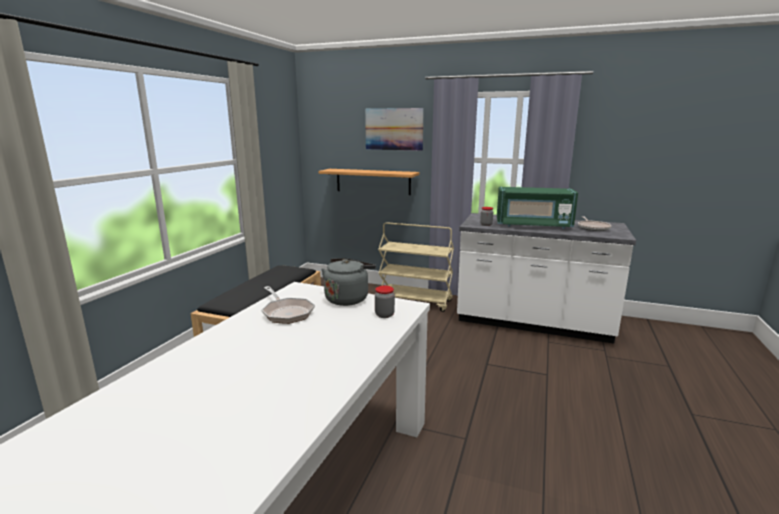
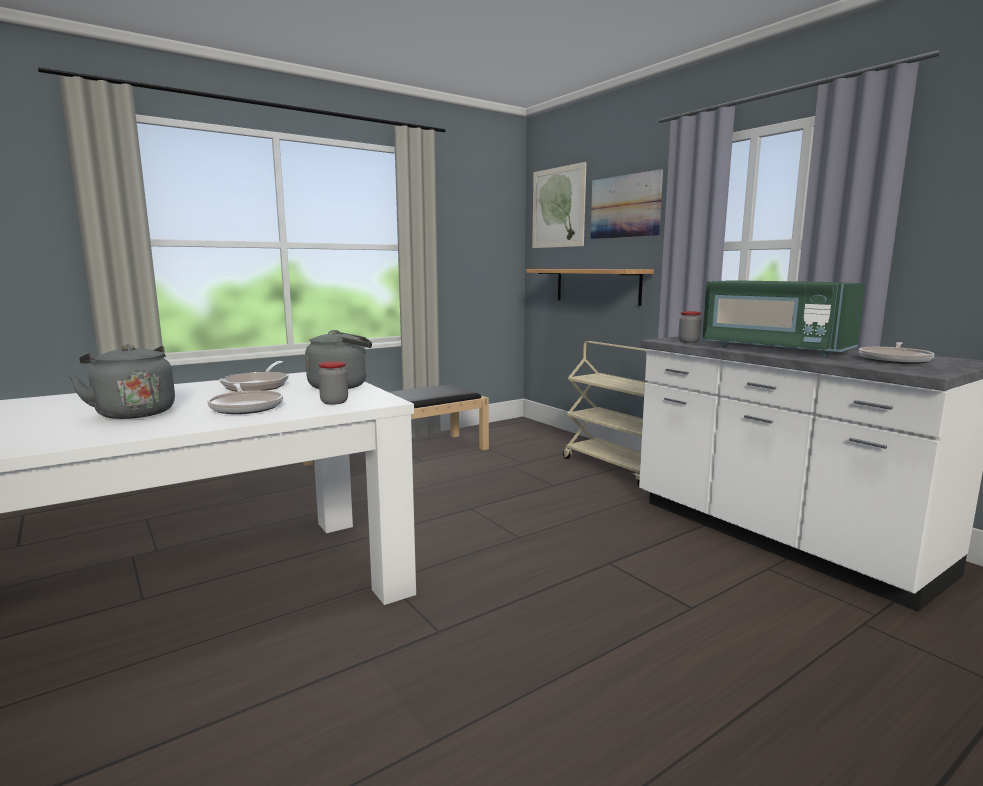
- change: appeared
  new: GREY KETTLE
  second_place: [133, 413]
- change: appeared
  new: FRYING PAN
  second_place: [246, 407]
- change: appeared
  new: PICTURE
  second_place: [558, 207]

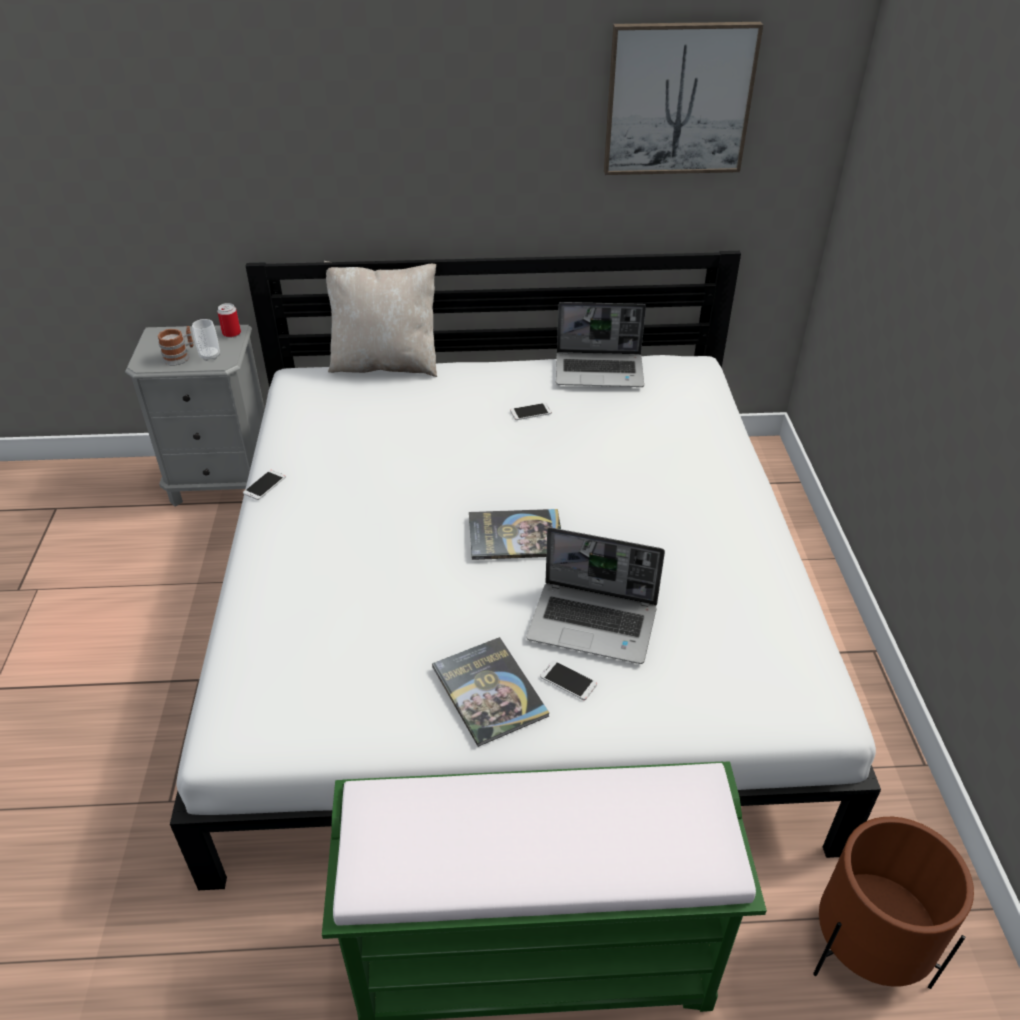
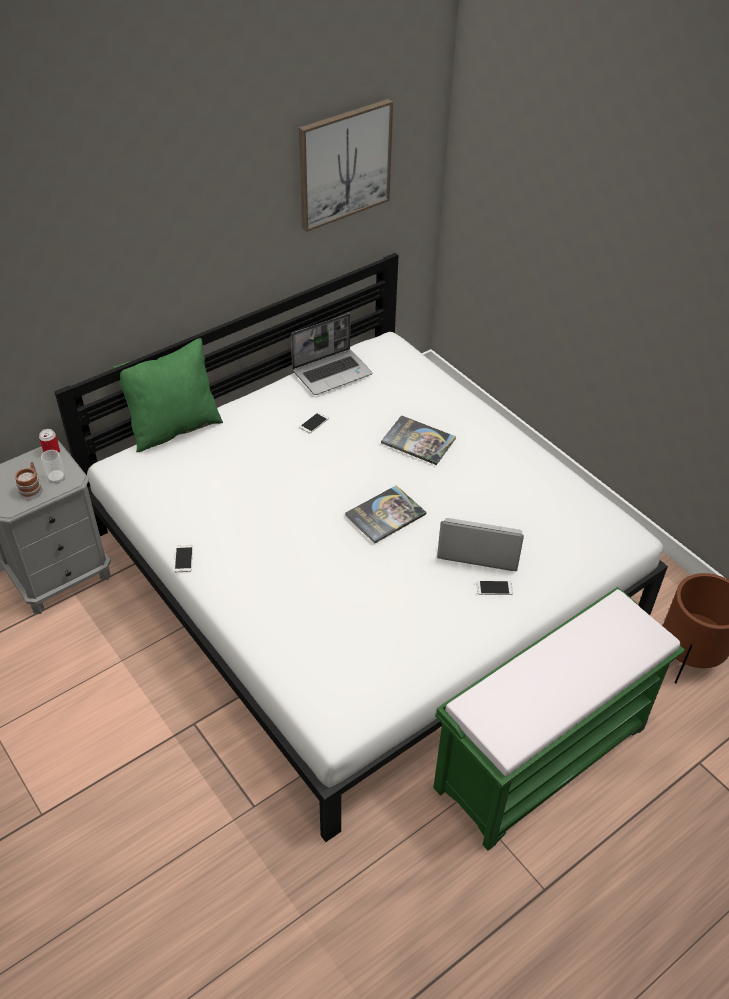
- change: colour
  old: BEIGE PILLOW
  new: GREEN PILLOW
  first_place: [386, 364]
  second_place: [174, 427]
- change: relocated
  old: BOOK
  first_place: [489, 691]
  second_place: [418, 441]
- change: spun
  old: LAPTOP
  first_place: [594, 623]
  second_place: [478, 547]
  degrees: -150

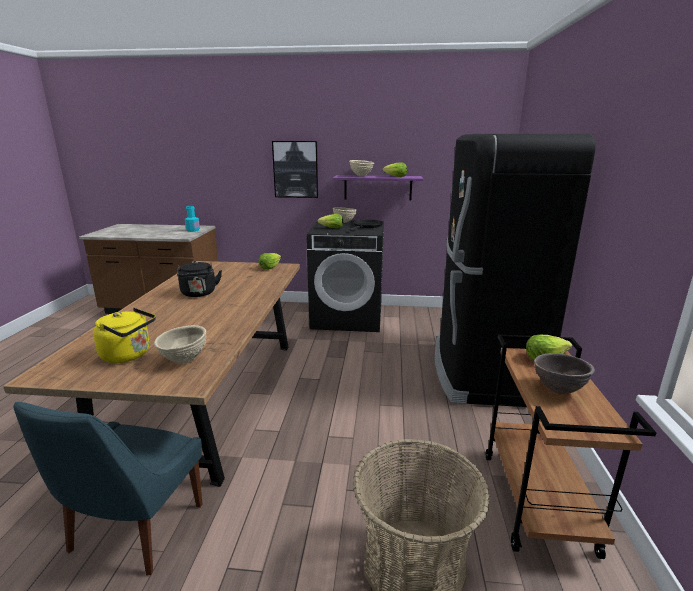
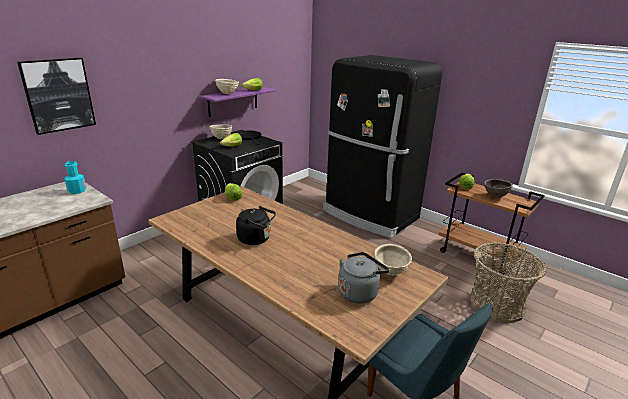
- change: colour
  old: YELLOW KETTLE
  new: GREY KETTLE
  first_place: [129, 355]
  second_place: [359, 292]
- change: relocated
  old: PICTURE
  first_place: [295, 169]
  second_place: [58, 95]

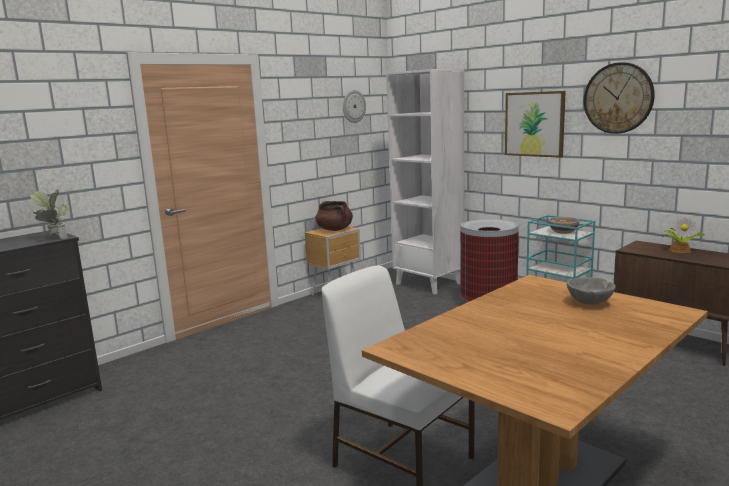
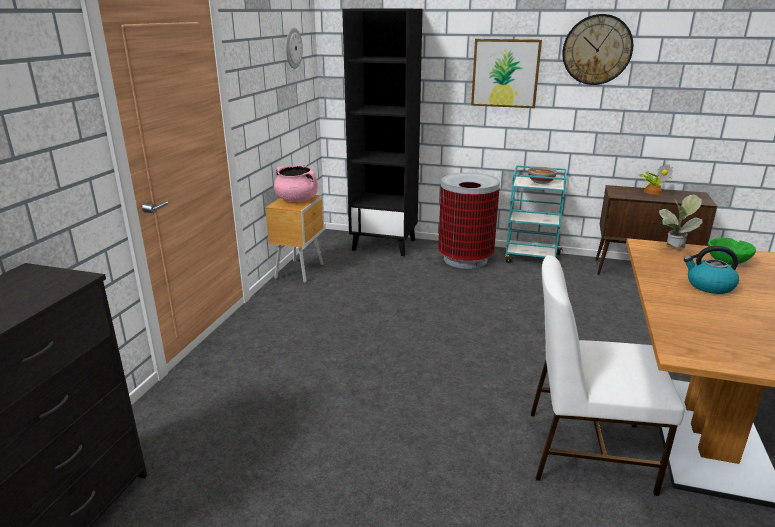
- change: relocated
  old: POTTED PLANT
  first_place: [55, 238]
  second_place: [672, 249]
- change: colour
  old: BROWN COOKING POT
  new: PINK COOKING POT
  first_place: [335, 230]
  second_place: [297, 200]
- change: colour
  old: WHITE BOOKCASE
  new: BLACK BOOKCASE
  first_place: [429, 283]
  second_place: [384, 244]
- change: colour
  old: GREY BOWL
  new: GREEN BOWL
  first_place: [590, 303]
  second_place: [727, 262]
- change: appeared
  new: KETTLE
  second_place: [709, 286]

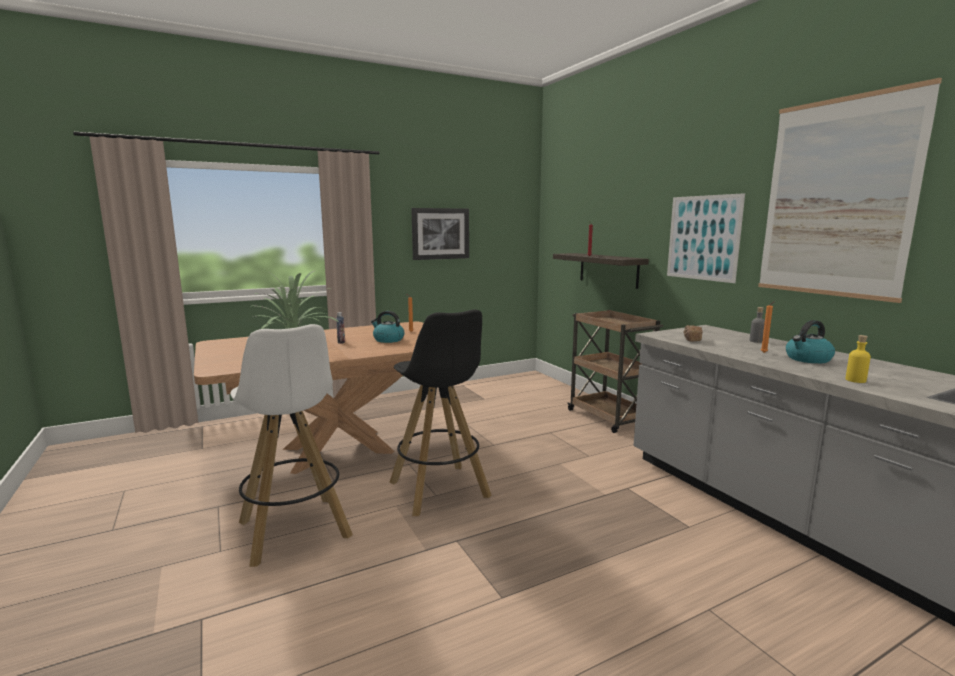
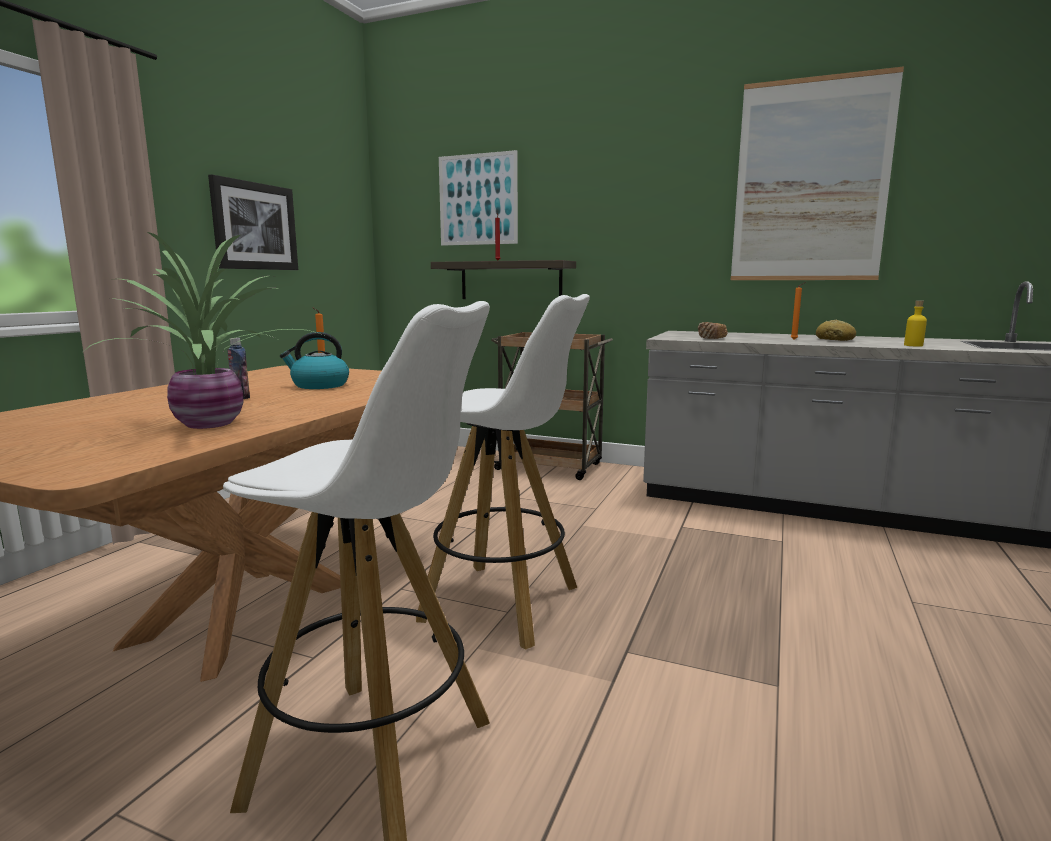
- change: colour
  old: BLACK STOOL
  new: WHITE STOOL
  first_place: [440, 490]
  second_place: [503, 604]
- change: relocated
  old: PICTURE
  first_place: [703, 238]
  second_place: [478, 199]
- change: missing
  old: GREY BOTTLE
  first_place: [756, 341]
- change: exchanged
  old: KETTLE
  new: BREAD
  first_place: [808, 359]
  second_place: [835, 340]

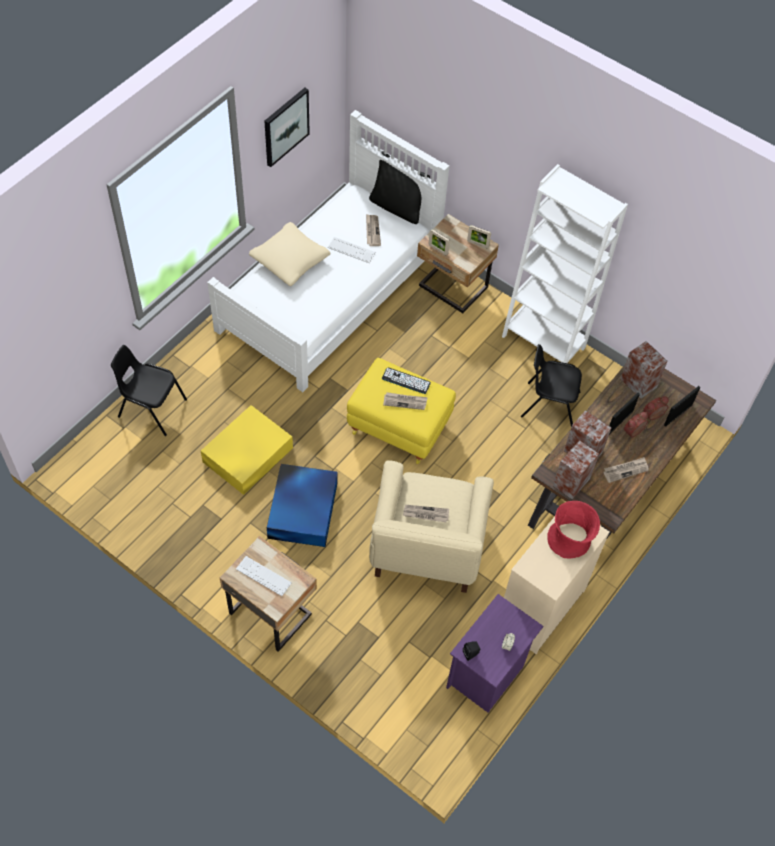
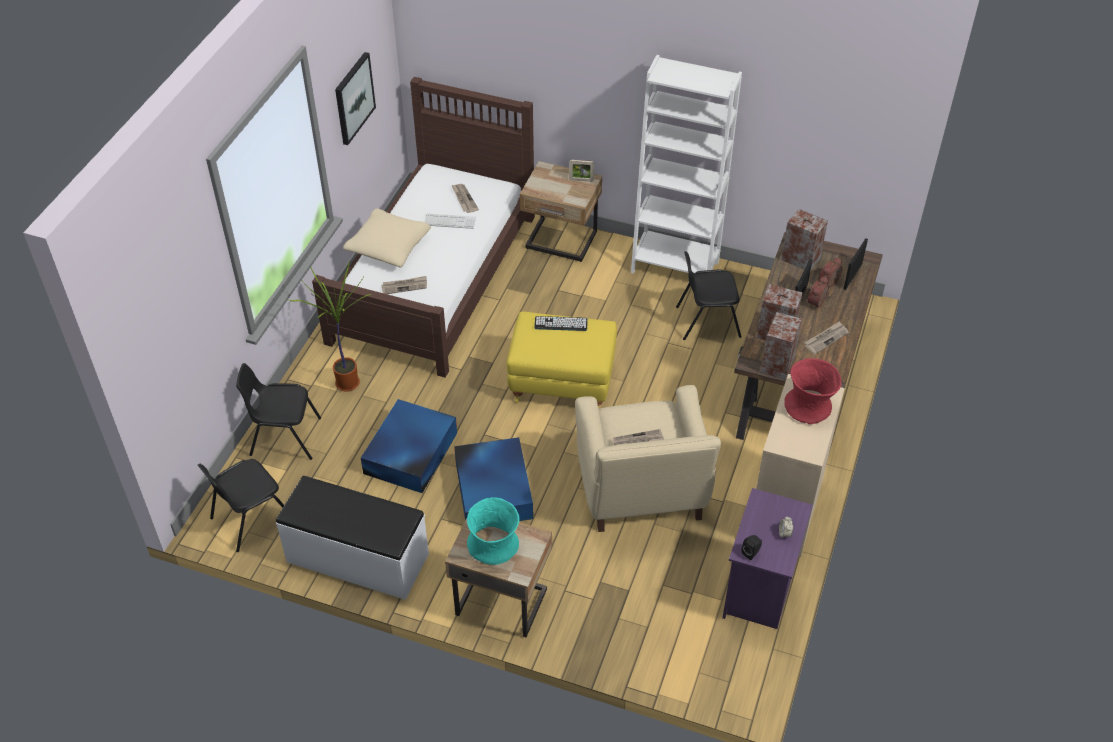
- change: colour
  old: YELLOW STORAGE BOX
  new: BLUE STORAGE BOX
  first_place: [246, 455]
  second_place: [409, 454]
- change: colour
  old: WHITE BED
  new: BROWN BED
  first_place: [330, 292]
  second_place: [434, 277]
- change: exchanged
  old: KEYBOARD
  new: TURQUOISE VASE
  first_place: [263, 576]
  second_place: [493, 546]
- change: missing
  old: BLACK PILLOW
  first_place: [397, 207]
- change: relocated
  old: NEWSPAPER
  first_place: [405, 401]
  second_place: [404, 286]
- change: missing
  old: PICTURE FRAME
  first_place: [438, 250]
- change: appeared
  new: BLACK CHAIR
  second_place: [251, 518]
- change: appeared
  new: WHITE BENCH
  second_place: [357, 559]
- change: appeared
  new: POTTED PLANT
  second_place: [345, 383]

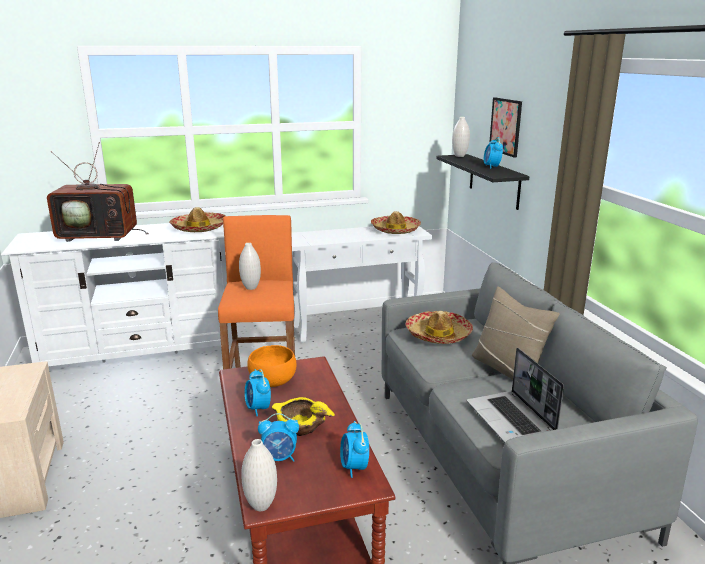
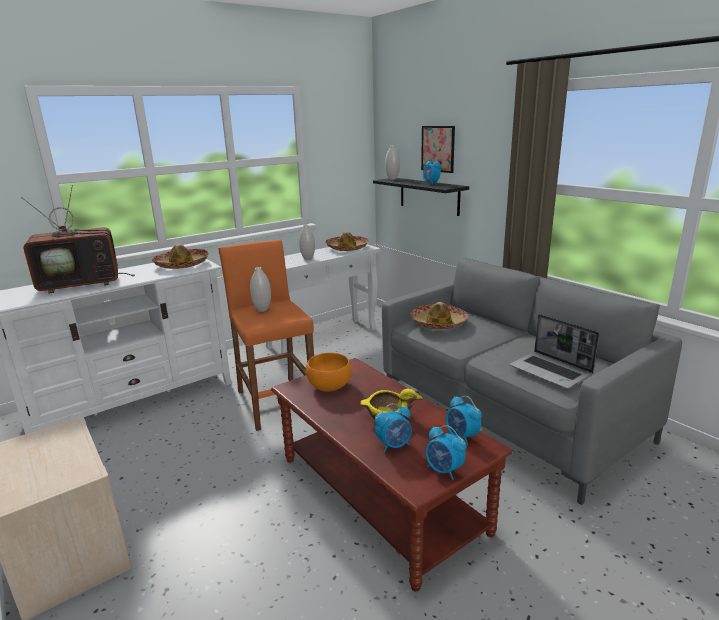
- change: relocated
  old: WHITE VASE
  first_place: [261, 505]
  second_place: [308, 259]
- change: relocated
  old: ALARM CLOCK
  first_place: [258, 409]
  second_place: [444, 470]
- change: missing
  old: BEIGE PILLOW
  first_place: [508, 370]

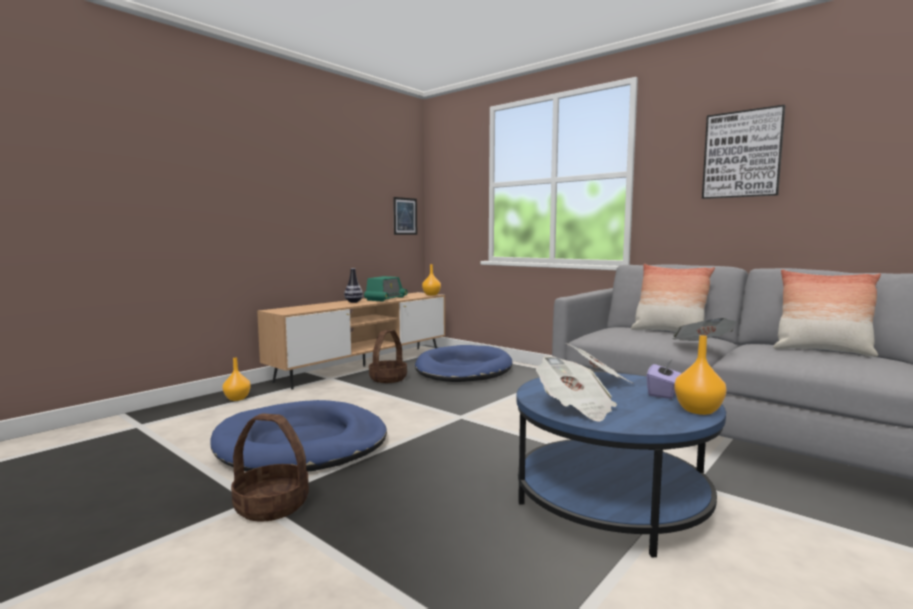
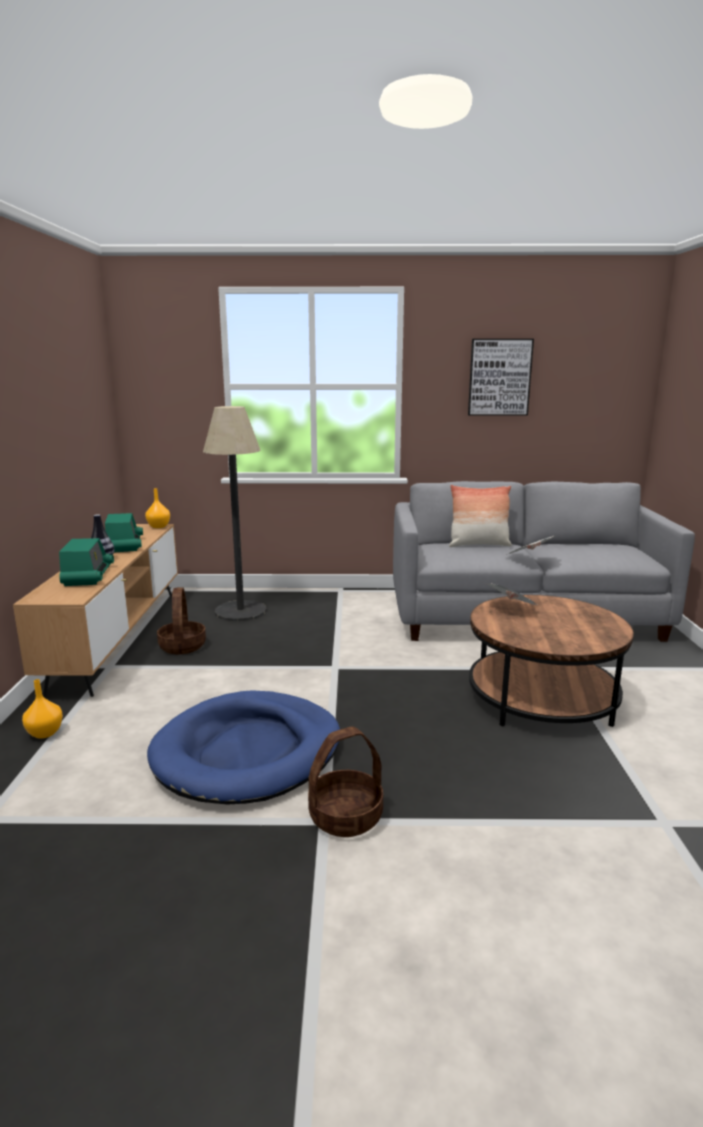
- change: missing
  old: PICTURE
  first_place: [405, 216]
- change: exchanged
  old: BLUE DOG BED
  new: FLOOR LAMP
  first_place: [463, 369]
  second_place: [240, 611]
- change: colour
  old: BLUE COFFEE TABLE
  new: BROWN COFFEE TABLE
  first_place: [611, 499]
  second_place: [541, 698]
- change: missing
  old: NEWSPAPER
  first_place: [575, 408]
- change: missing
  old: PURPLE TISSUE BOX
  first_place: [663, 393]
- change: missing
  old: ORANGE VASE
  first_place: [699, 410]
- change: missing
  old: PILLOW
  first_place: [822, 351]
- change: appeared
  new: RADIO
  second_place: [88, 576]

